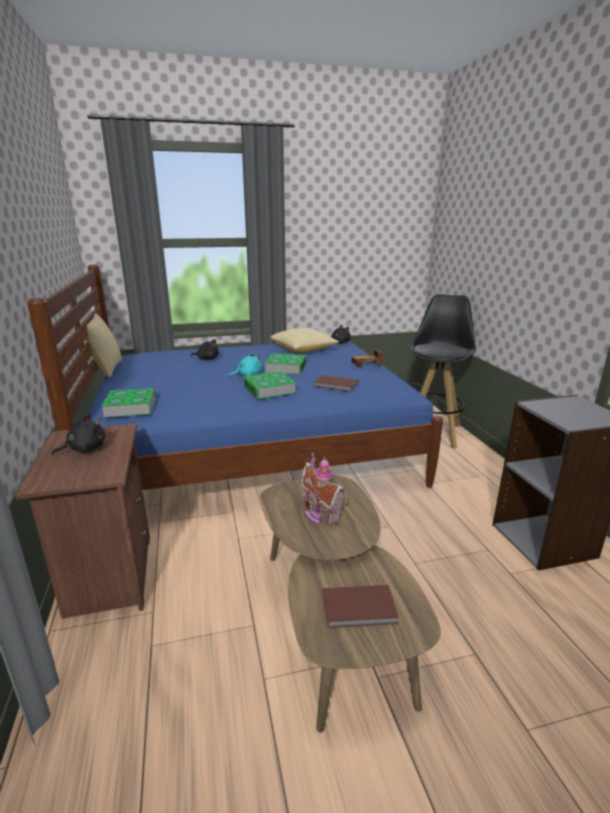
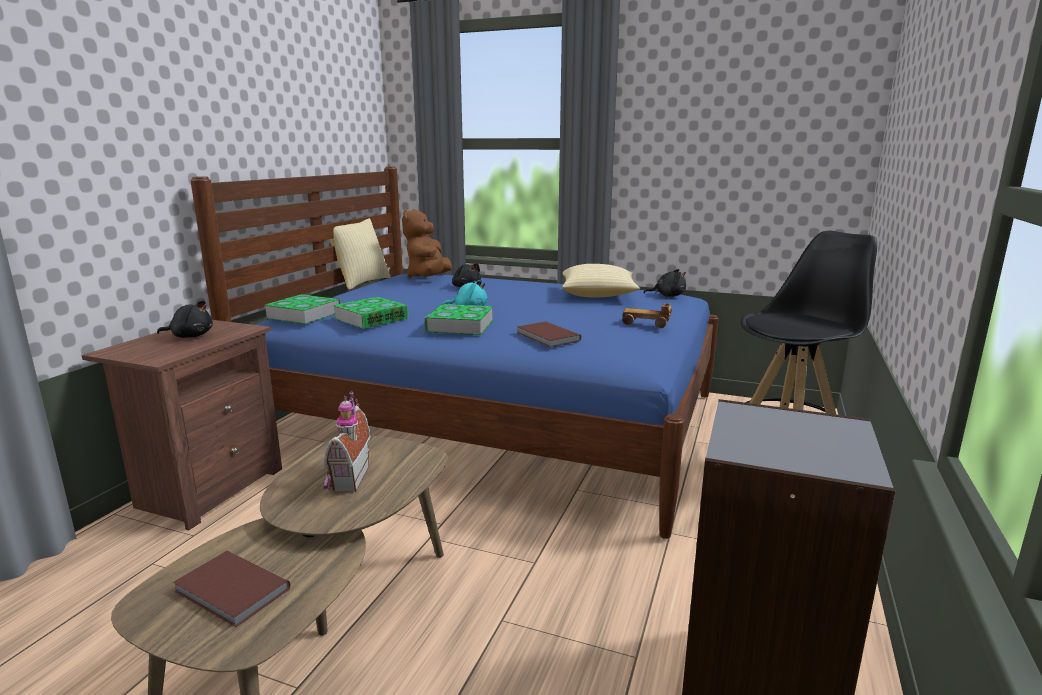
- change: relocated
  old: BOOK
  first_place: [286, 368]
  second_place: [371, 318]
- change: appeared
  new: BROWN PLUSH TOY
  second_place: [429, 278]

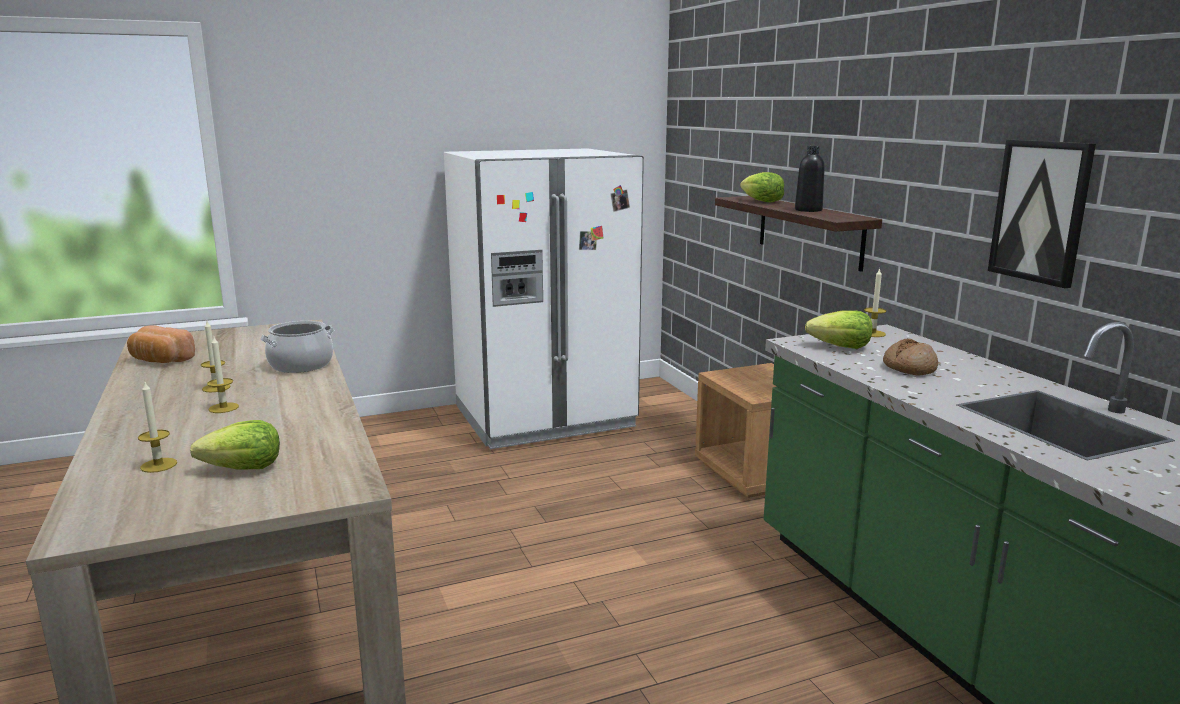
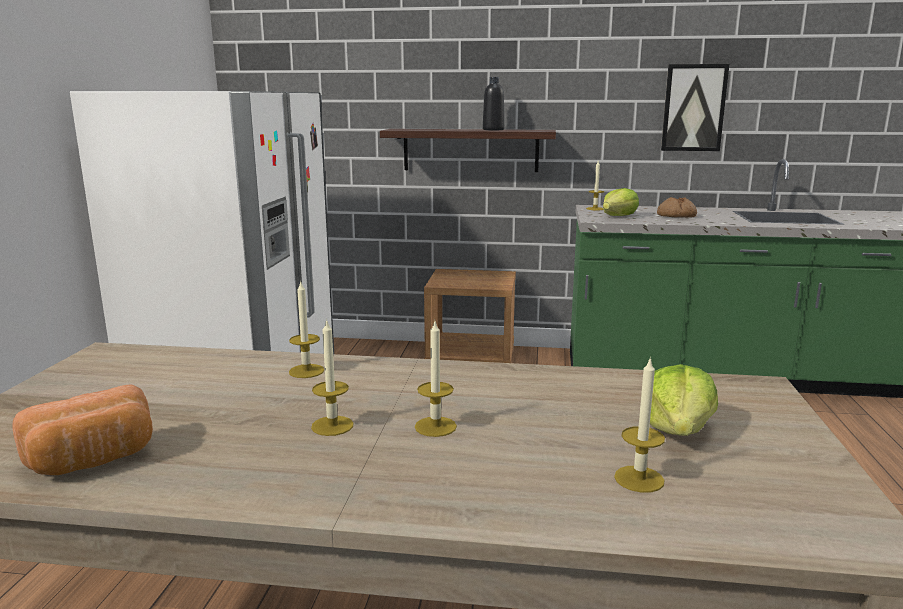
- change: exchanged
  old: COOKING POT
  new: CANDLE
  first_place: [301, 365]
  second_place: [306, 371]
- change: missing
  old: LETTUCE
  first_place: [761, 201]

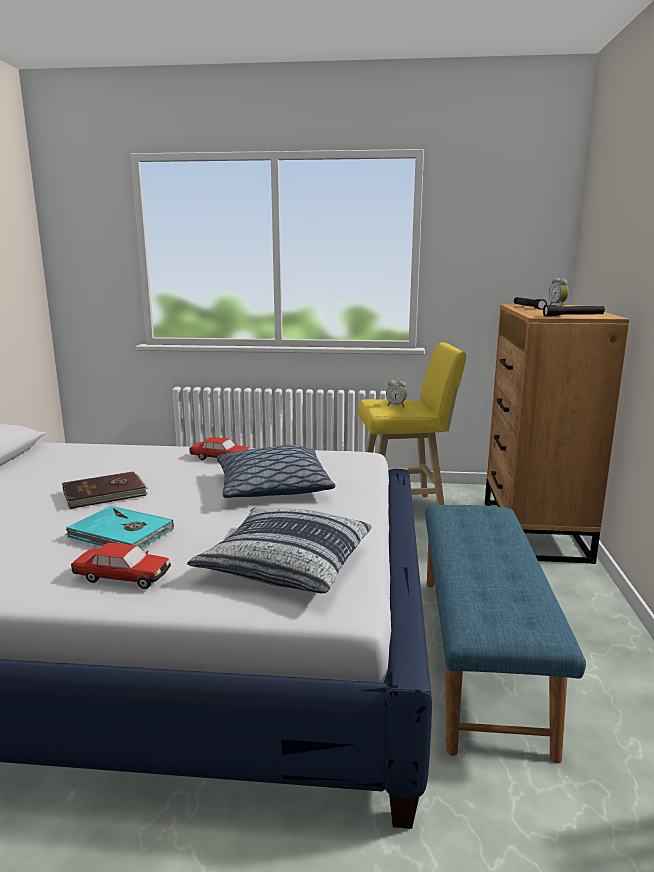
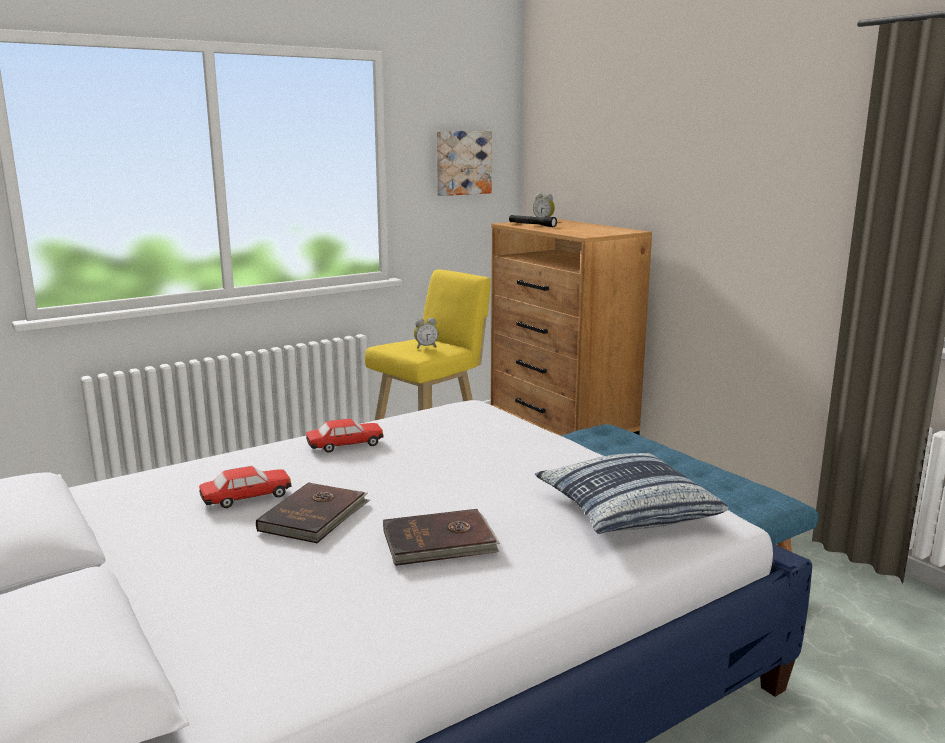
- change: colour
  old: TURQUOISE BOOK
  new: BROWN BOOK
  first_place: [121, 534]
  second_place: [440, 542]
- change: relocated
  old: TOY CAR
  first_place: [122, 577]
  second_place: [246, 497]
- change: missing
  old: PILLOW
  first_place: [273, 488]
- change: missing
  old: BLACK FLASHLIGHT
  first_place: [573, 316]
- change: appeared
  new: PICTURE
  second_place: [462, 162]

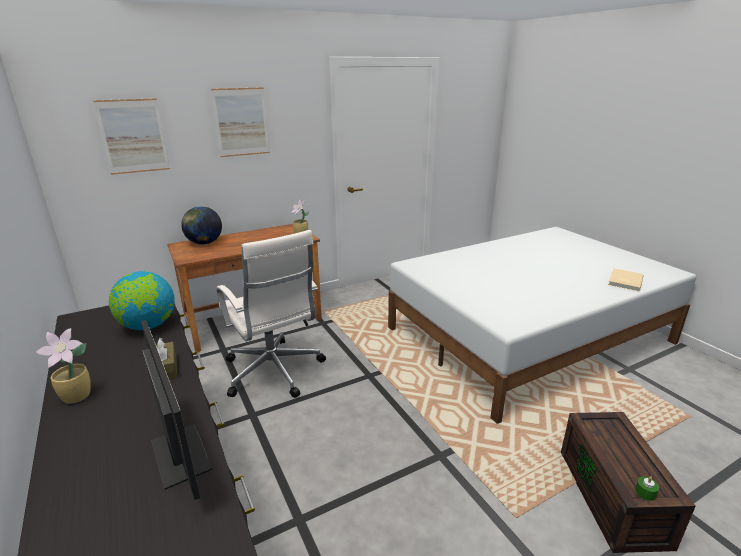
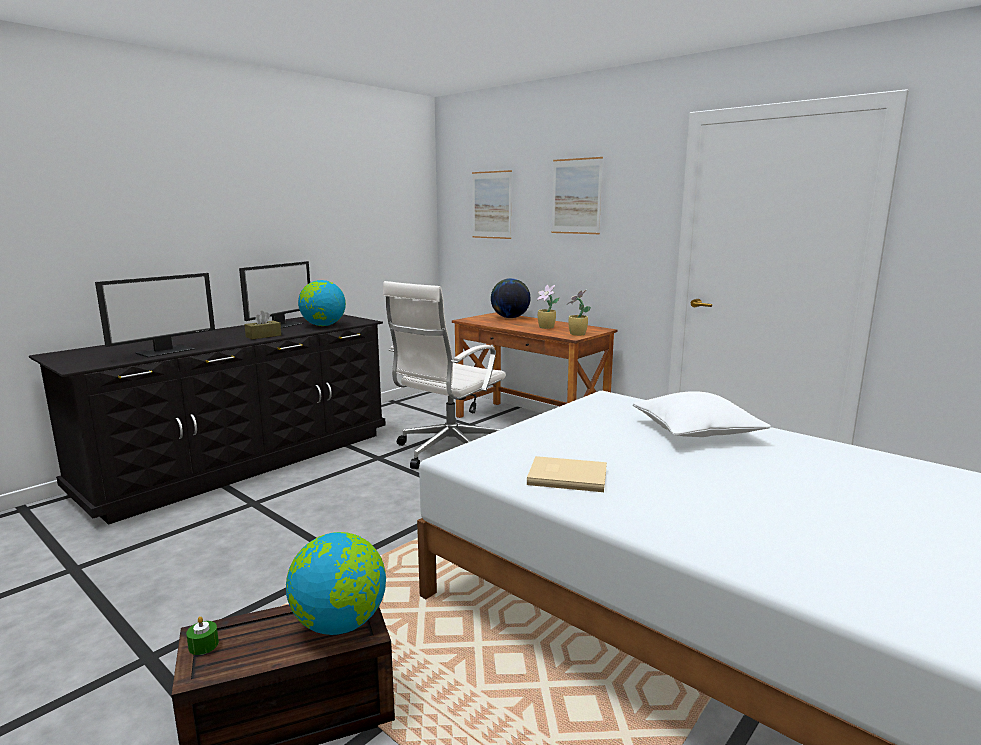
- change: relocated
  old: POTTED PLANT
  first_place: [78, 396]
  second_place: [546, 327]
- change: relocated
  old: BEIGE BOOK
  first_place: [624, 281]
  second_place: [566, 476]
- change: appeared
  new: MONITOR
  second_place: [281, 325]
- change: appeared
  new: GLOBE
  second_place: [340, 624]
- change: appeared
  new: WHITE PILLOW
  second_place: [695, 432]

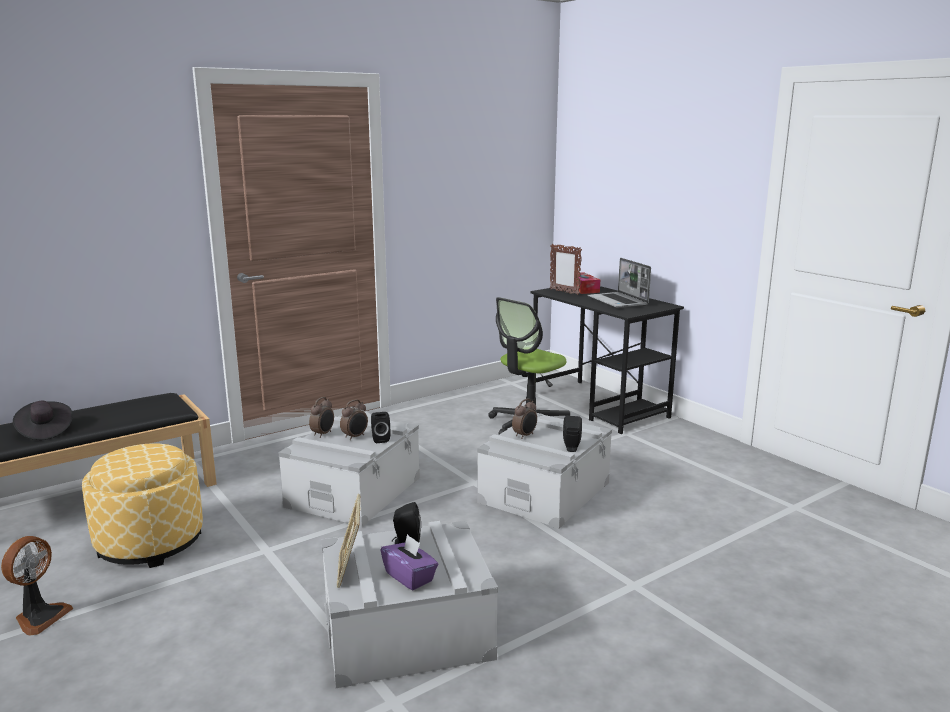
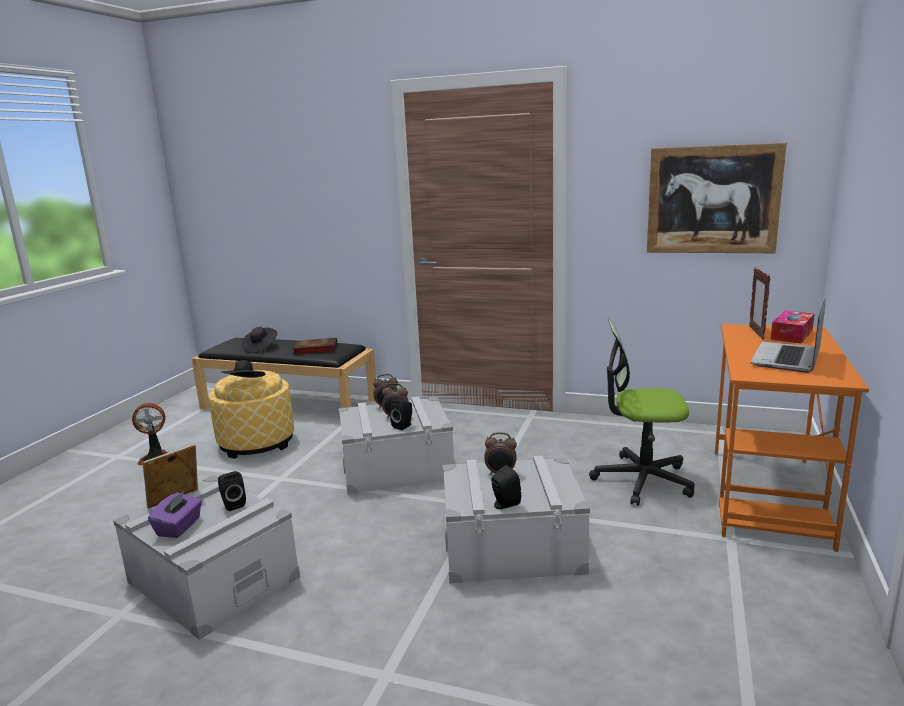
- change: colour
  old: BLACK DESK
  new: ORANGE DESK
  first_place: [599, 406]
  second_place: [768, 496]
- change: appeared
  new: BLACK HAT
  second_place: [245, 384]
- change: appeared
  new: BOOK
  second_place: [314, 349]
- change: appeared
  new: PICTURE
  second_place: [712, 200]

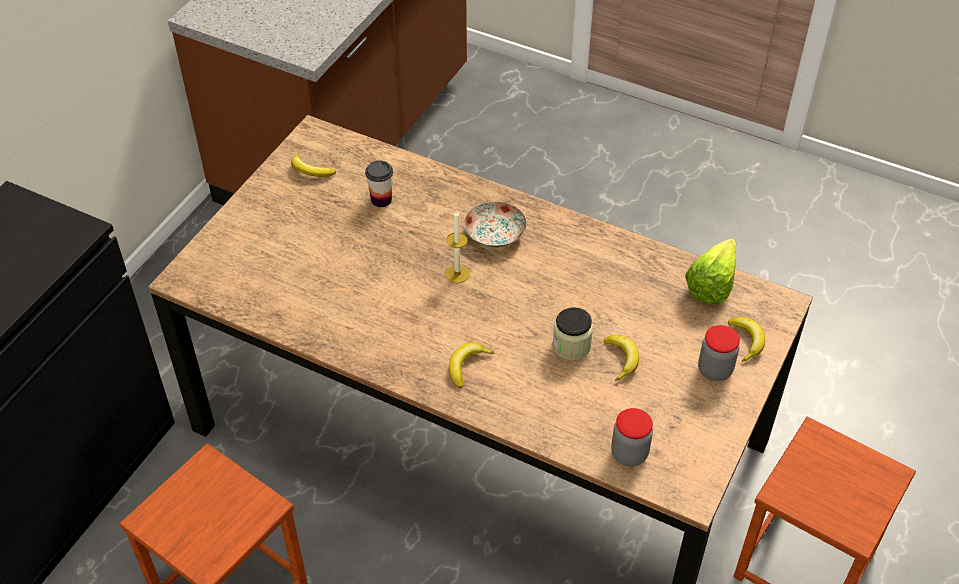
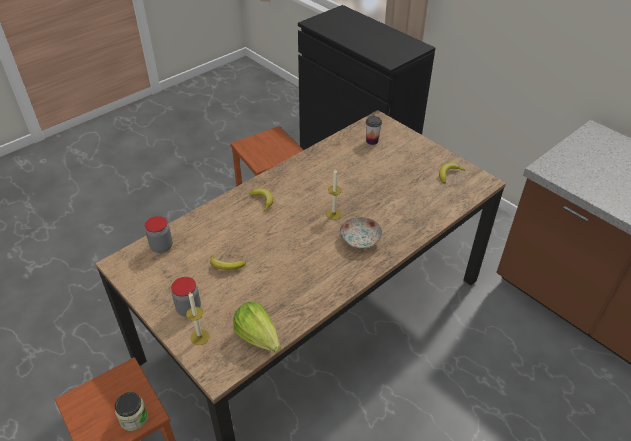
- change: relocated
  old: CUP
  first_place: [381, 200]
  second_place: [372, 141]
- change: relocated
  old: JAR
  first_place: [571, 346]
  second_place: [134, 418]
- change: exchanged
  old: BANANA
  new: CANDLE
  first_place: [747, 341]
  second_place: [200, 337]

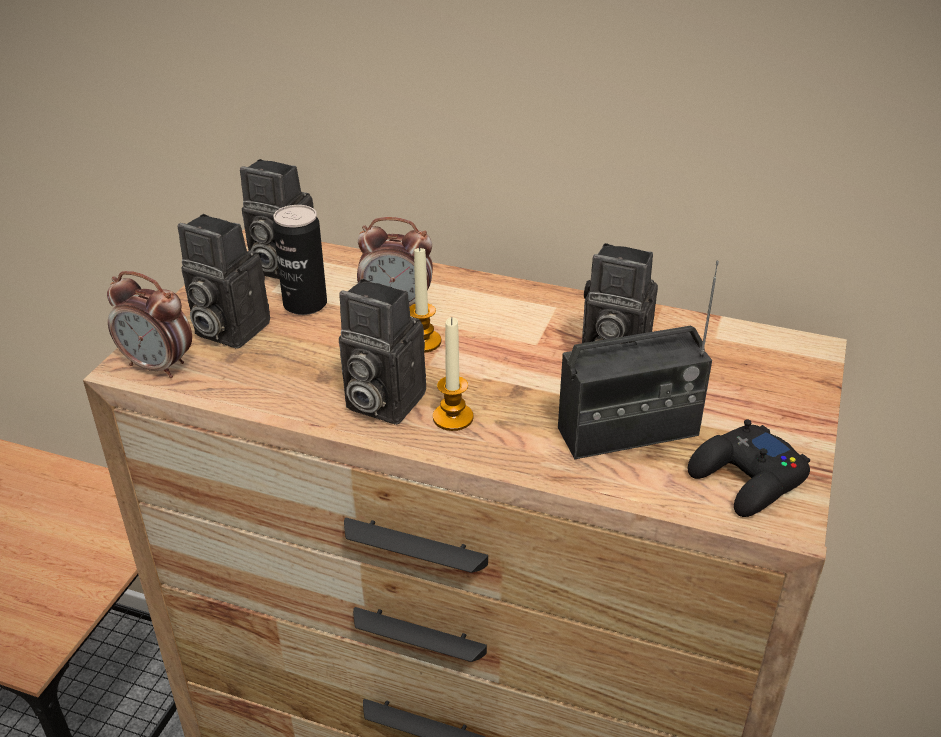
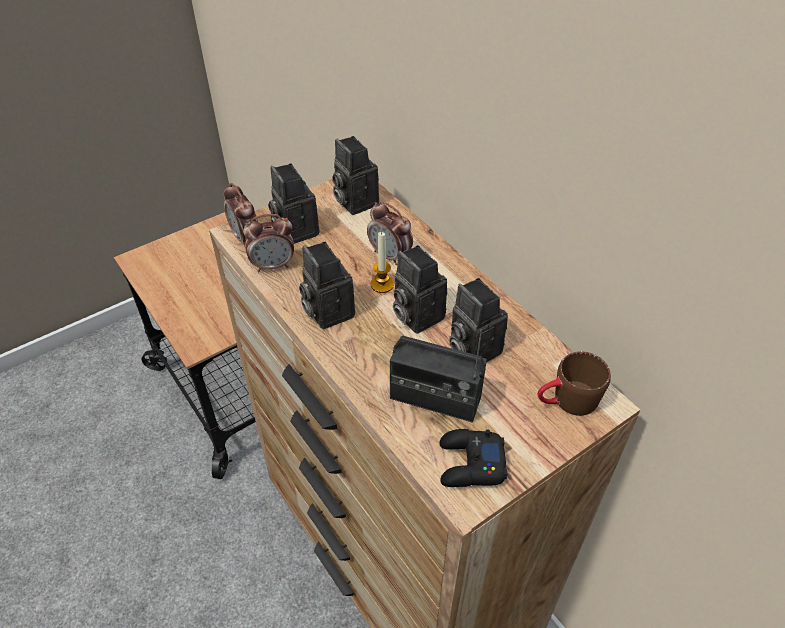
- change: missing
  old: CAN
  first_place: [305, 304]
- change: missing
  old: CANDLE
  first_place: [453, 418]
- change: appeared
  new: ALARM CLOCK
  second_place: [273, 265]
- change: appeared
  new: PHOTO CAMERA
  second_place: [415, 315]
- change: appeared
  new: BROWN MUG
  second_place: [566, 402]

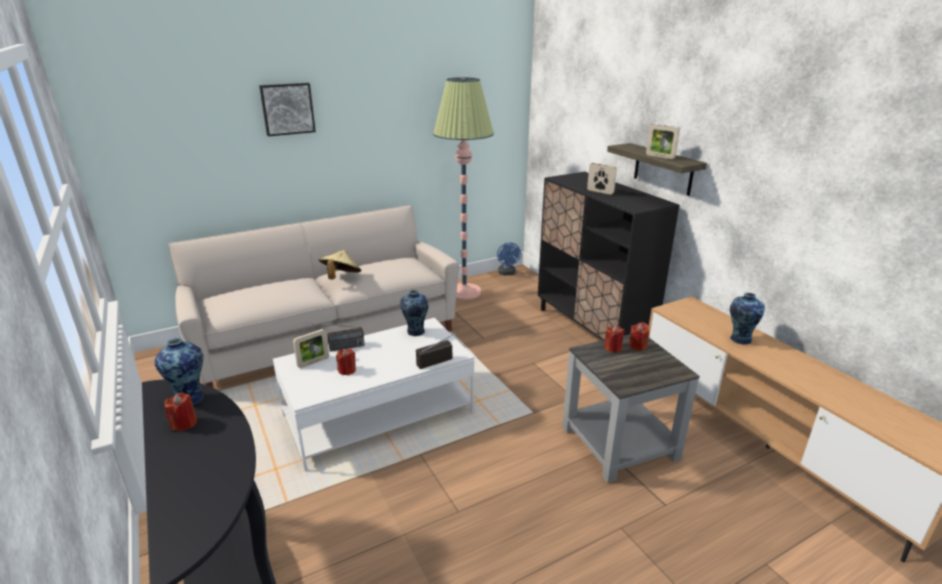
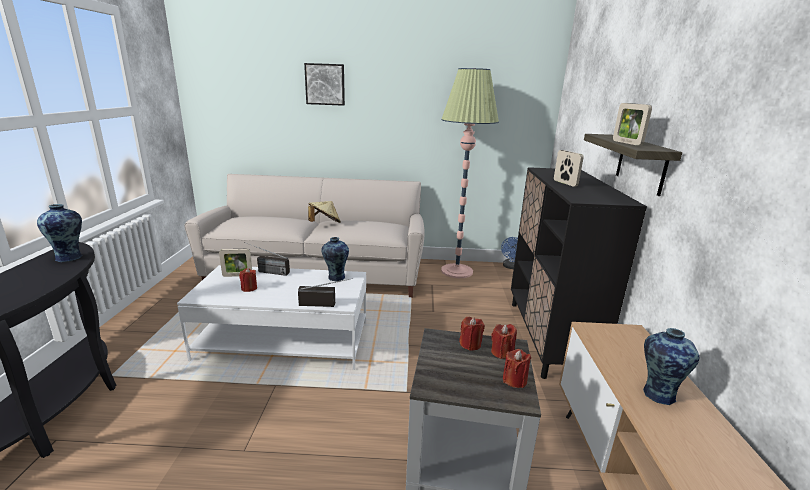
- change: relocated
  old: RED CANDLE
  first_place: [184, 423]
  second_place: [514, 380]

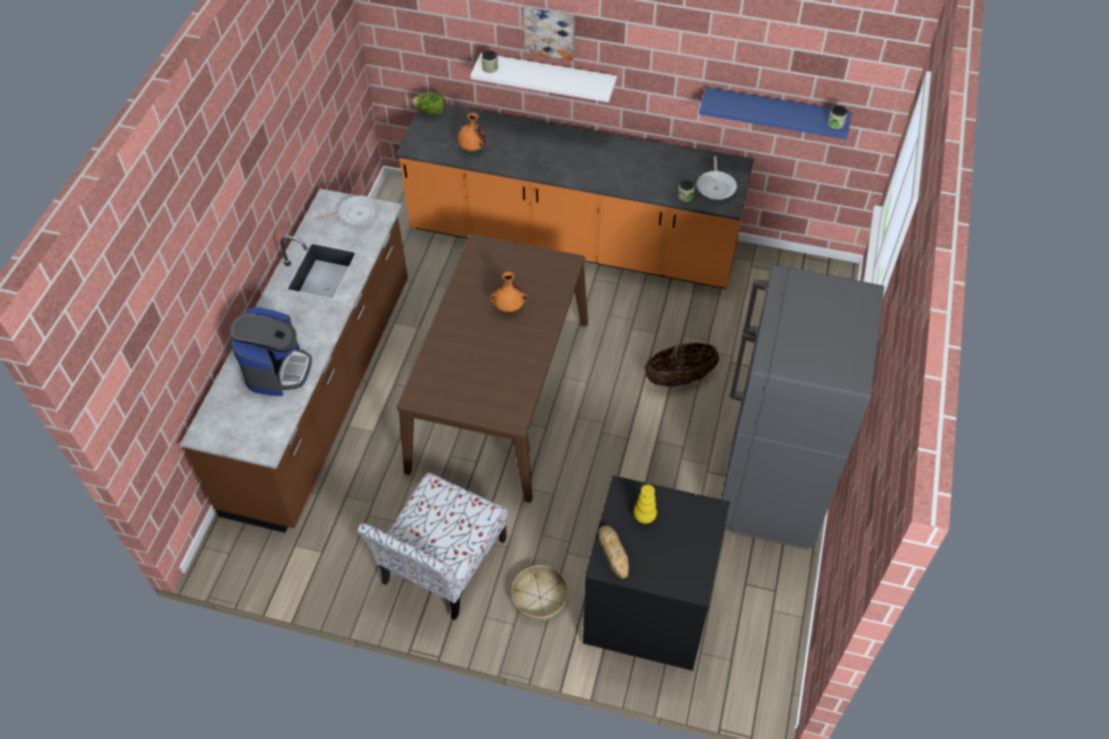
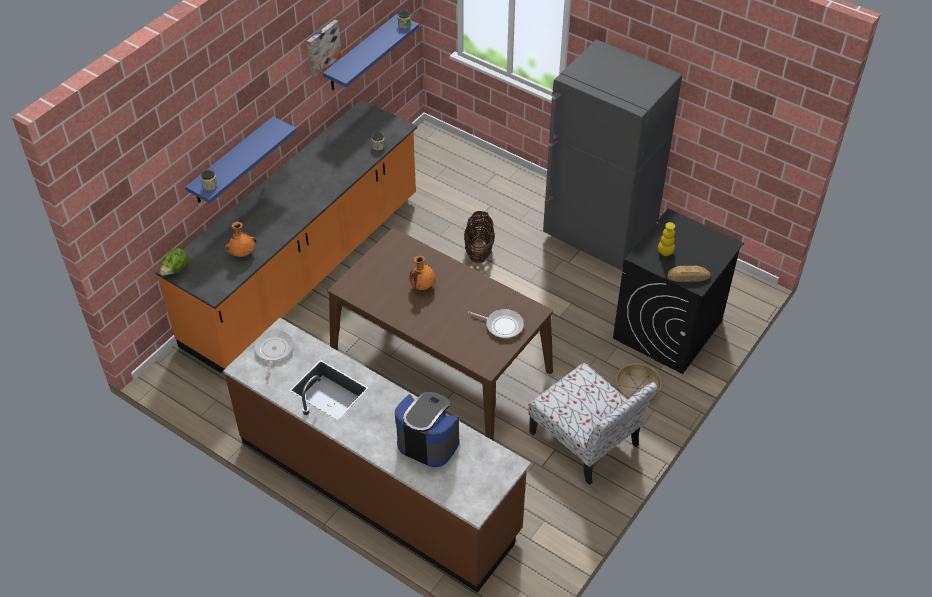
- change: colour
  old: WHITE SHELF
  new: BLUE SHELF
  first_place: [548, 77]
  second_place: [232, 161]
- change: relocated
  old: PICTURE
  first_place: [549, 32]
  second_place: [322, 47]
- change: relocated
  old: FRYING PAN
  first_place: [716, 186]
  second_place: [502, 325]

